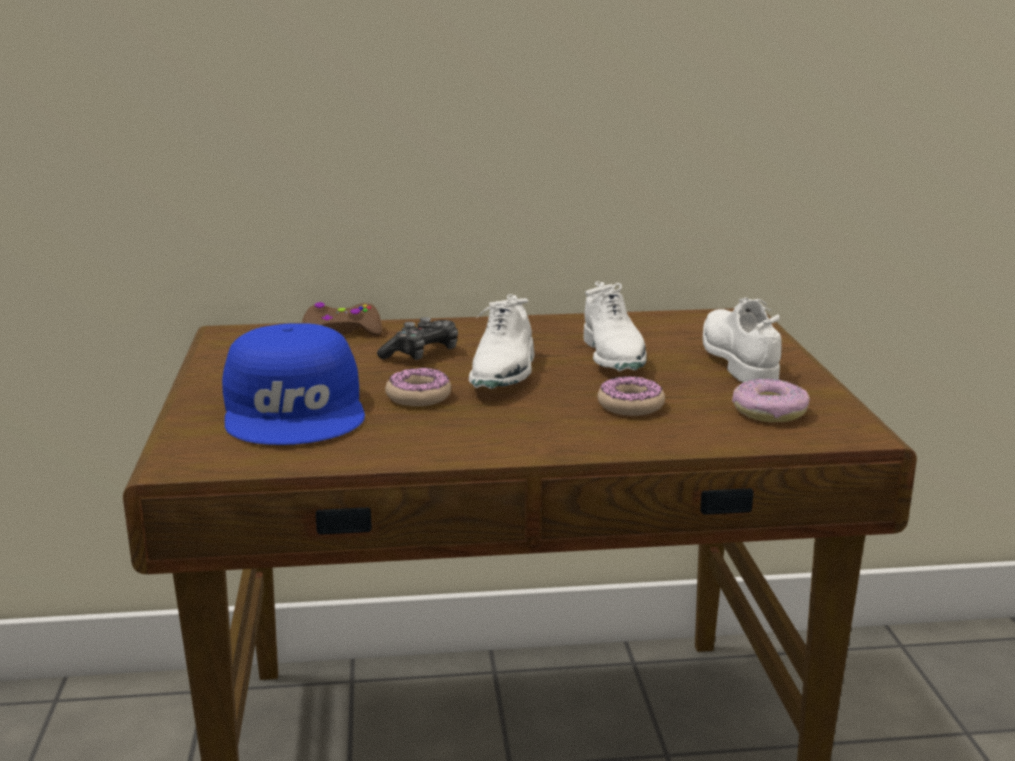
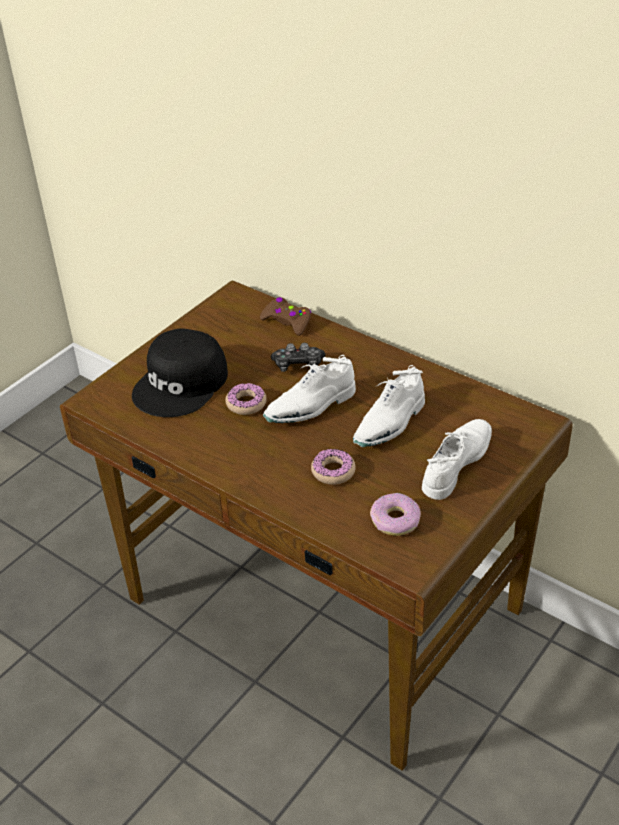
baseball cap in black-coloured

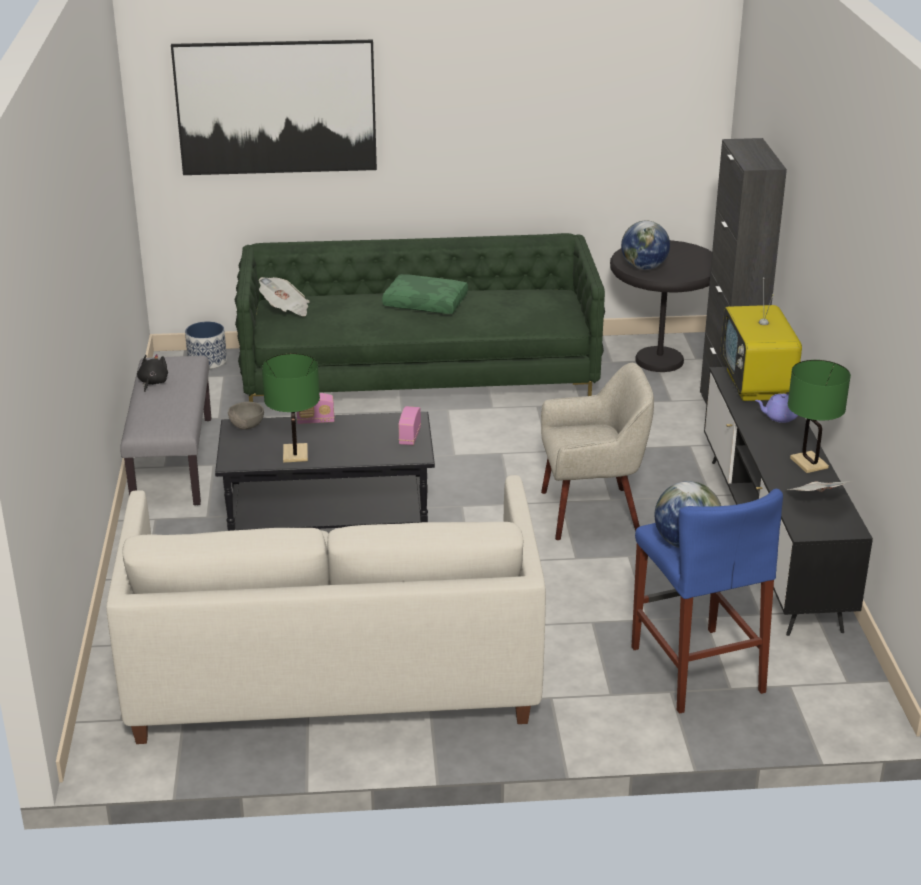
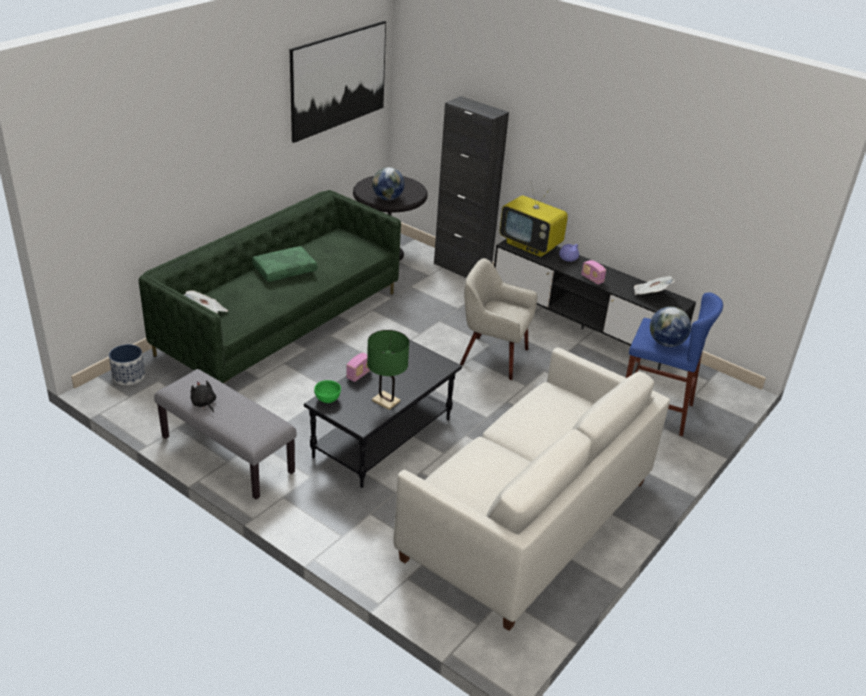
tabletop lamp in greenish (no. 2 from left in the first image); wall art; radio (no. 2 from left); serving bowl in greenish; lounge chair in beige-coloured

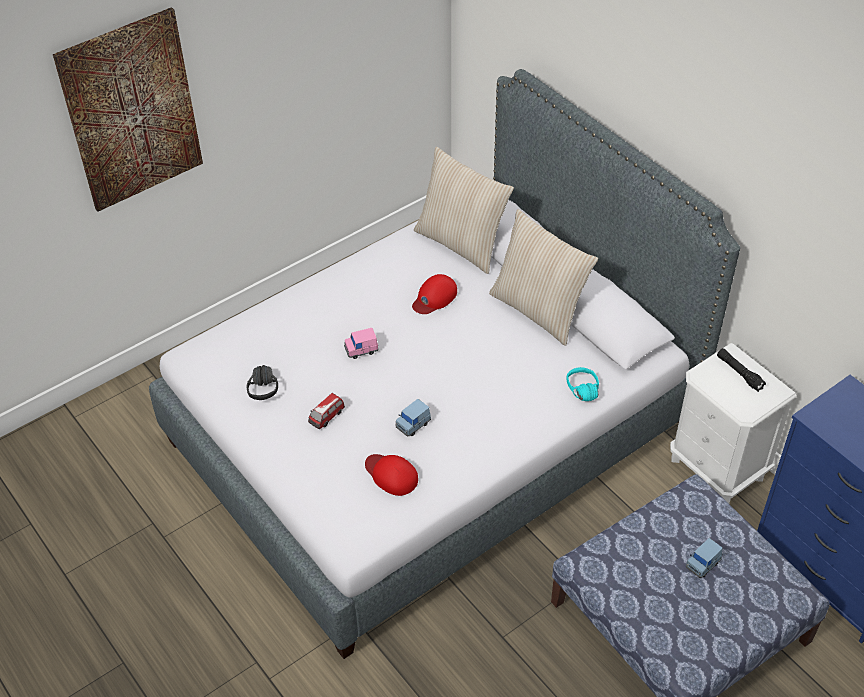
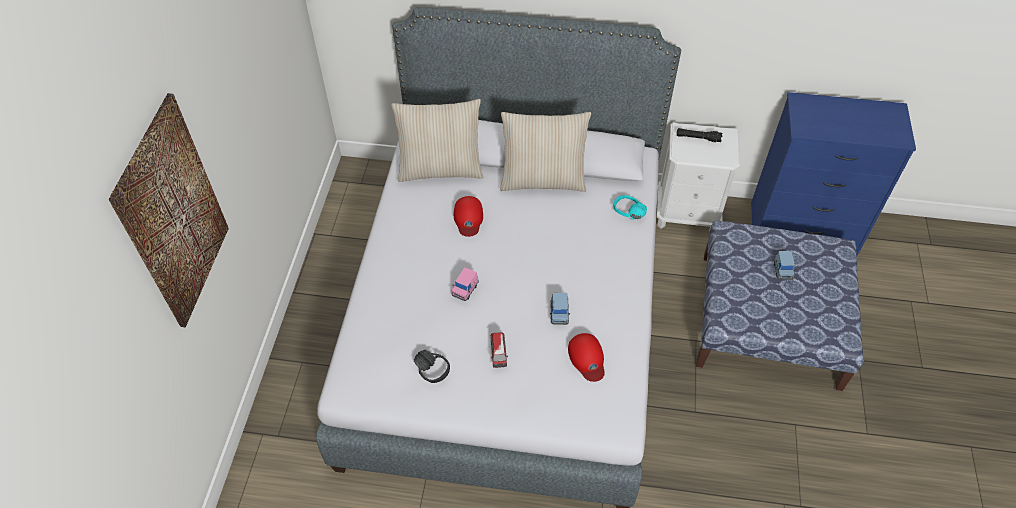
baseball cap in reddish (no. 2 from left)

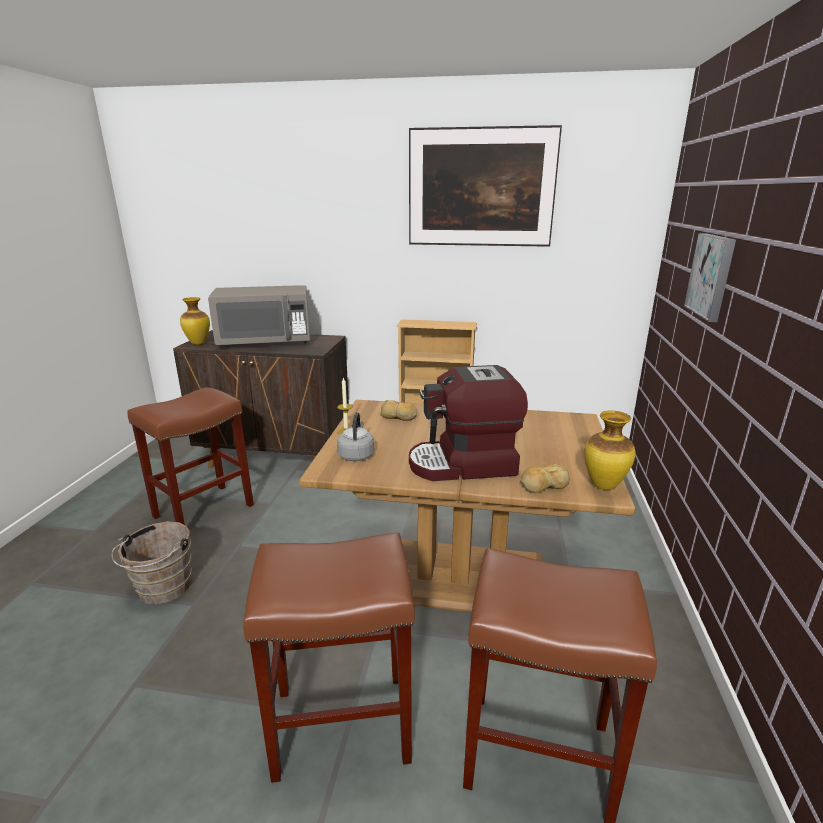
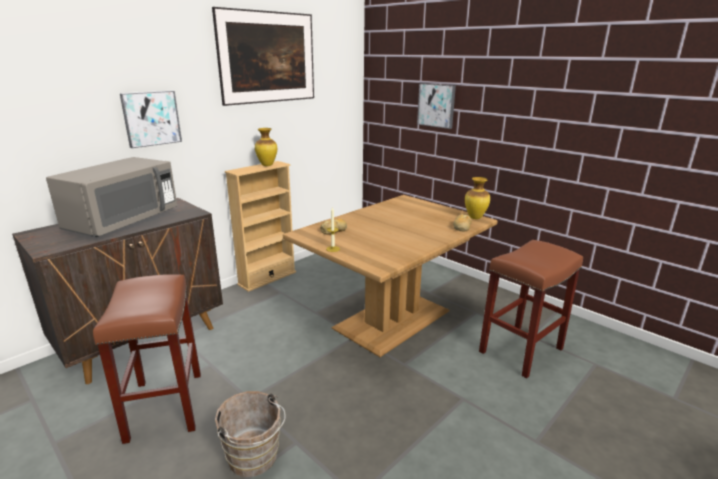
sitting stool in brownish (no. 2 from left in the first image); tea kettle in gray; coffee machine; wall art (no. 1 from left); vase (no. 1 from left)

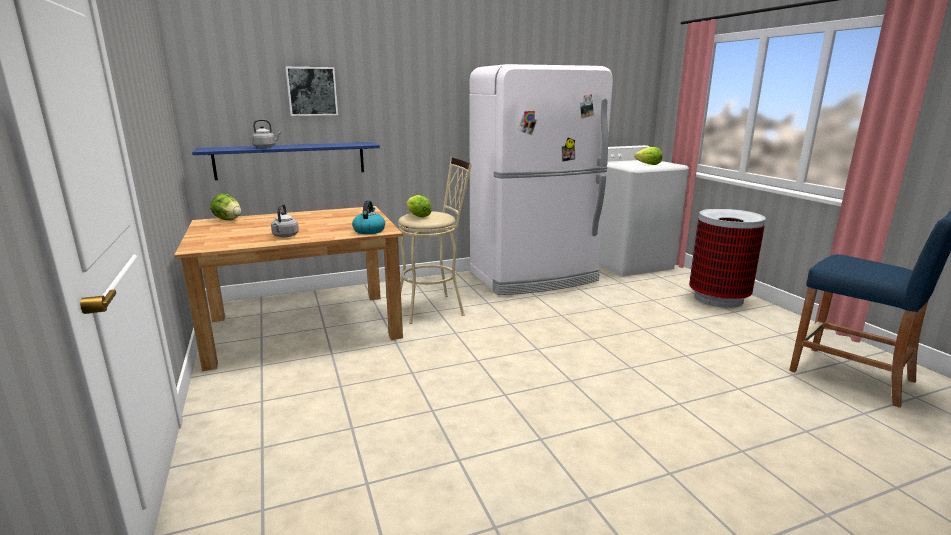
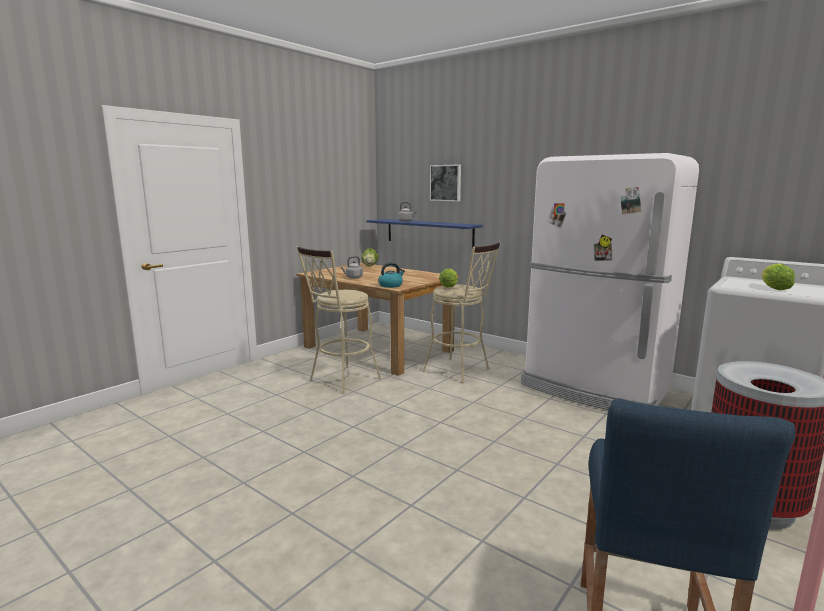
sitting stool in beige-coloured (no. 1 from left)

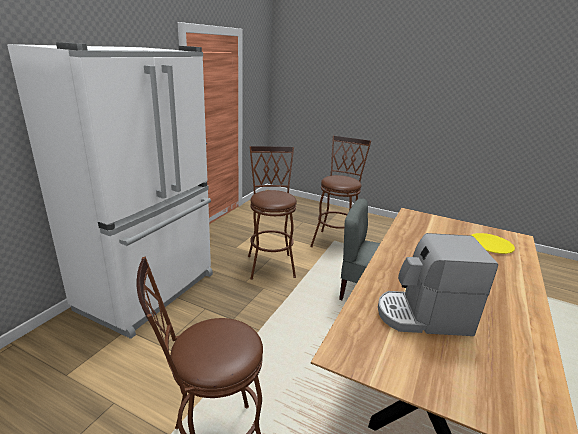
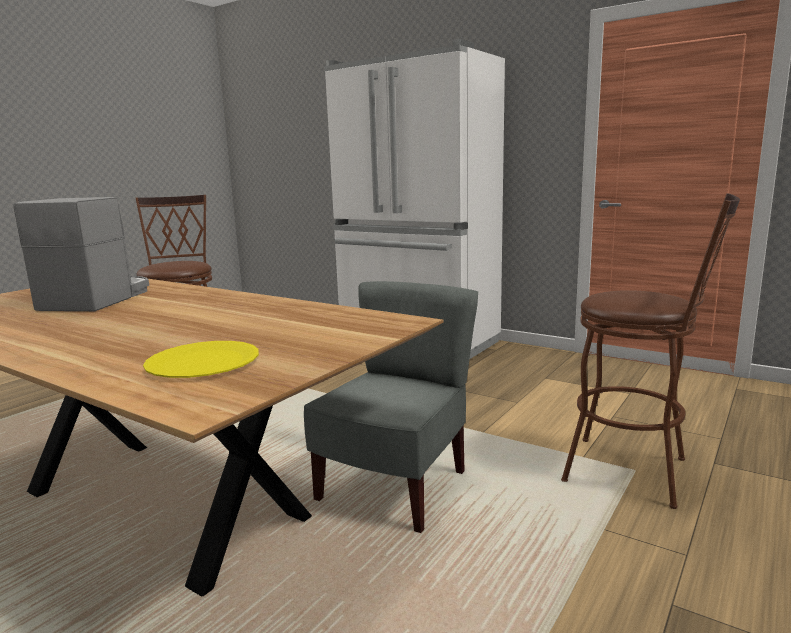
sitting stool in brownish (no. 2 from left in the first image)

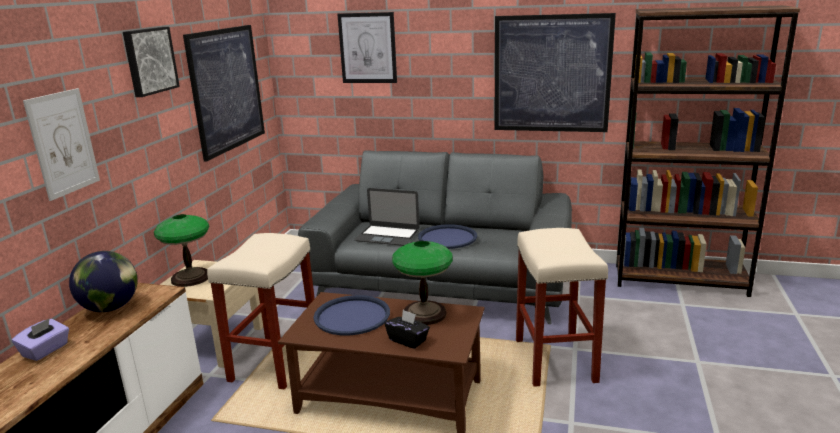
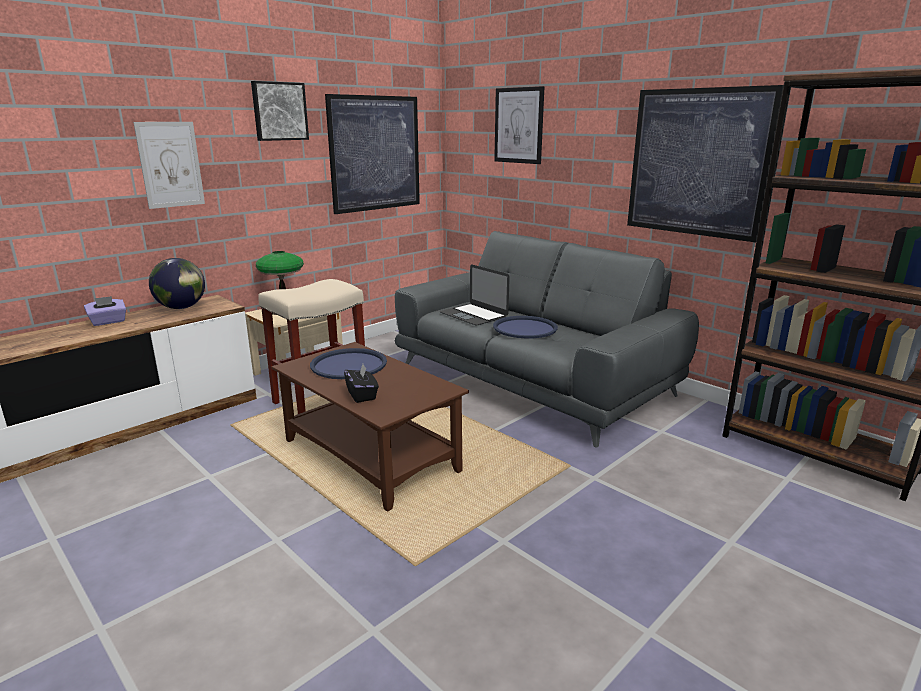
tabletop lamp (no. 2 from left in the first image); sitting stool in beige-coloured (no. 2 from left in the first image)

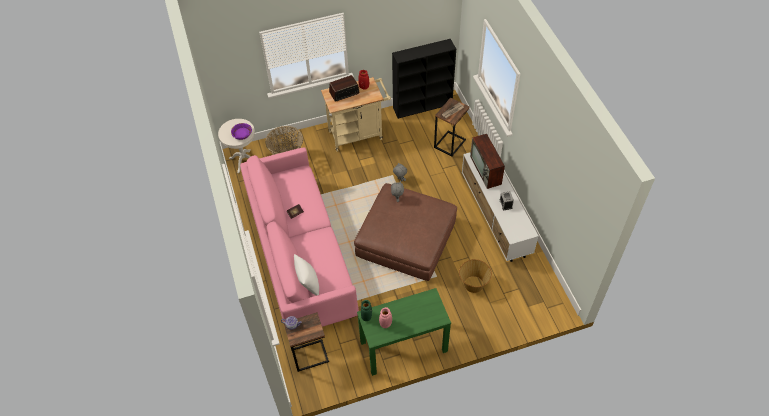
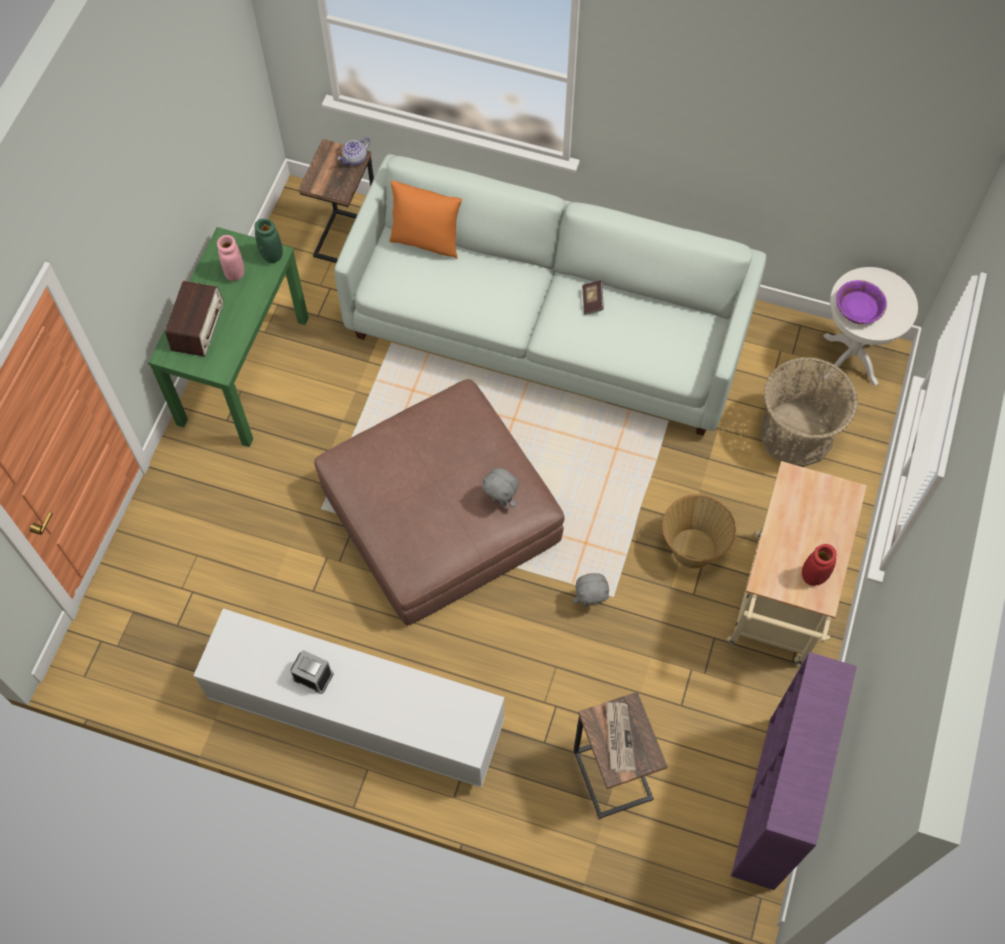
TV; radio; storage basket (no. 1 from left); sofa in whitish; cushion in orangey; bookshelf in purplish

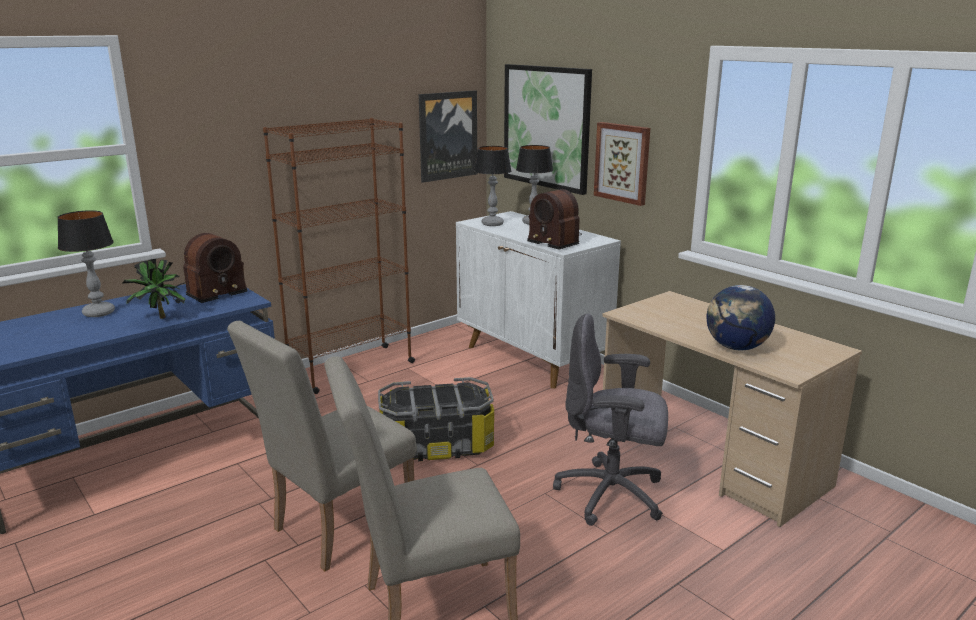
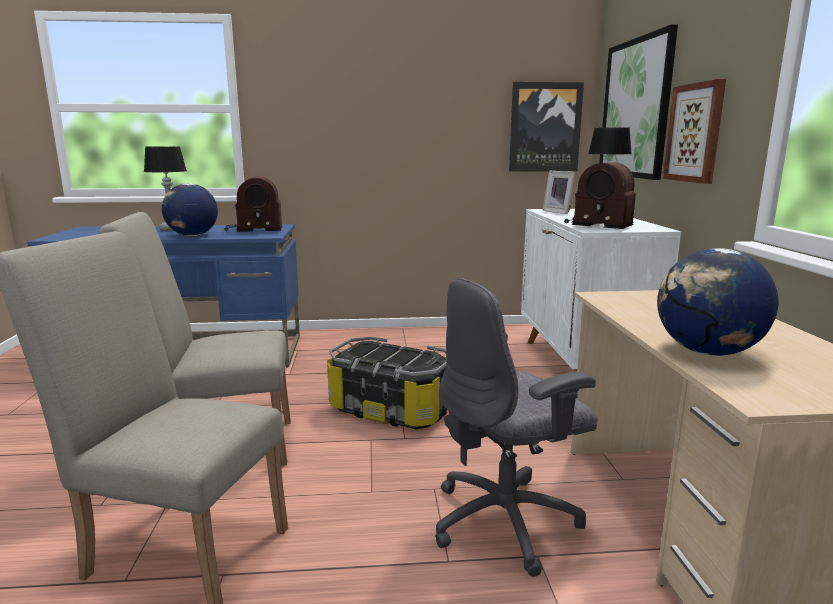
bookshelf in brownish; desk globe (no. 1 from left); standing frame; radio (no. 2 from left); computer chair in gray

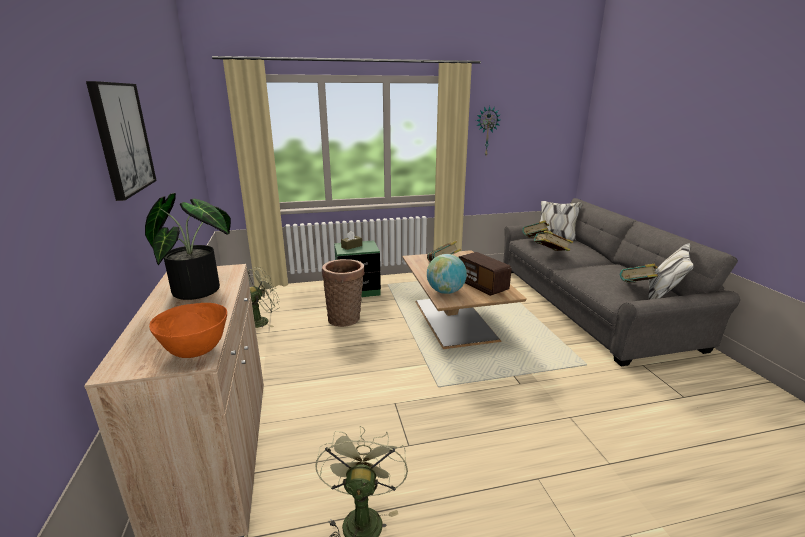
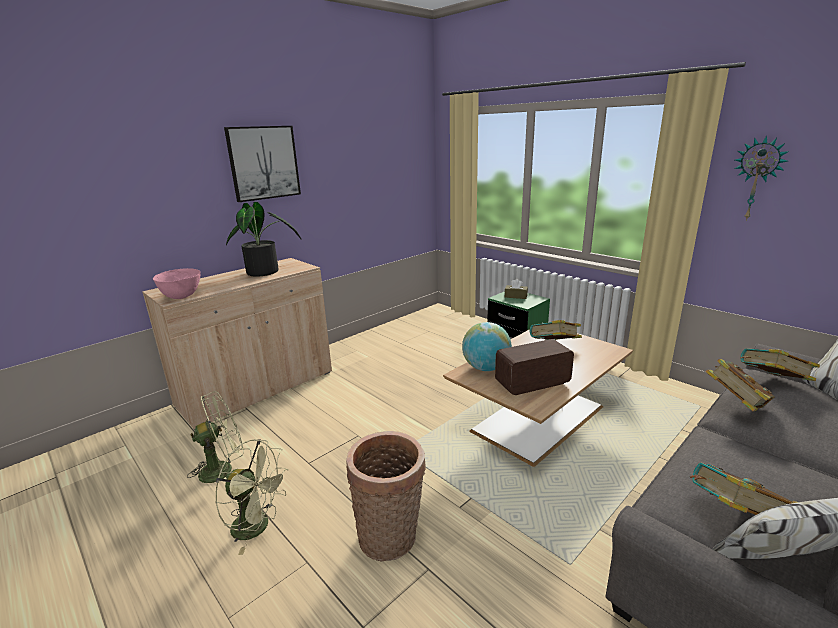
fan in greenish (no. 2 from left); storage basket; serving bowl in pink; radio

